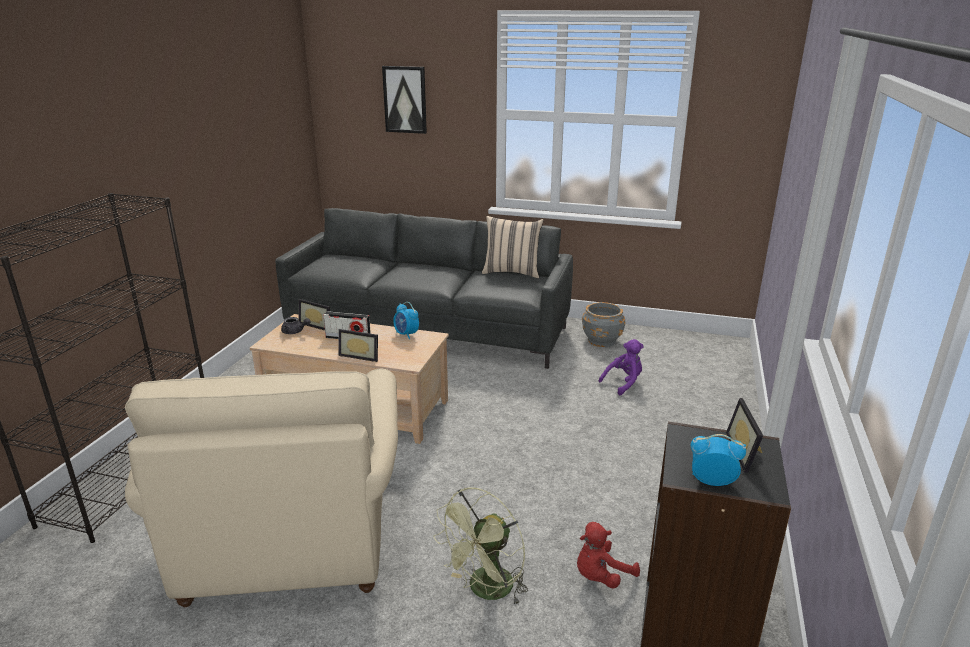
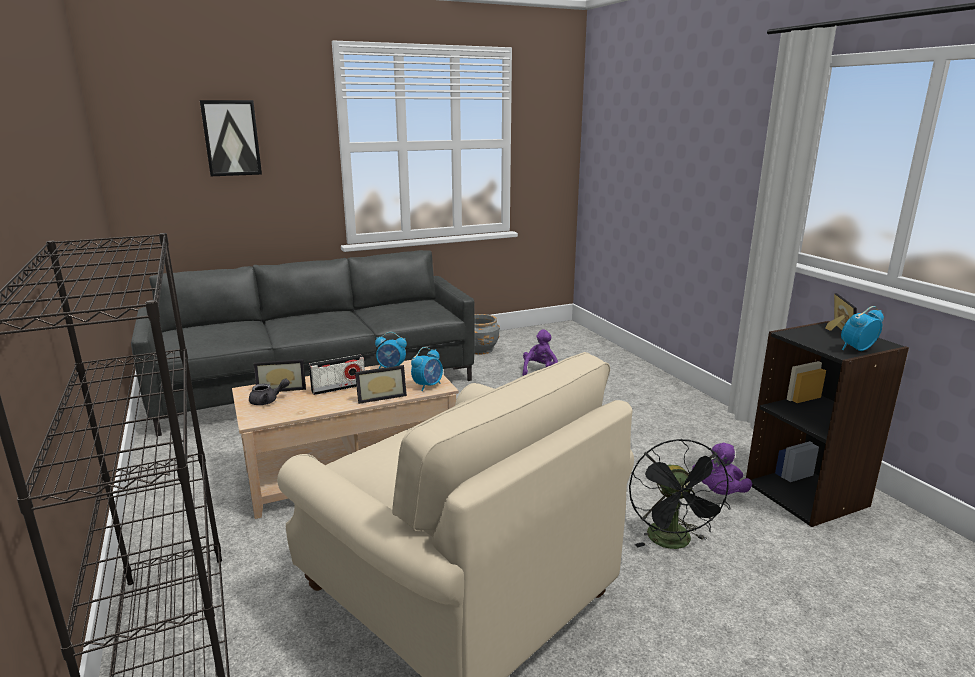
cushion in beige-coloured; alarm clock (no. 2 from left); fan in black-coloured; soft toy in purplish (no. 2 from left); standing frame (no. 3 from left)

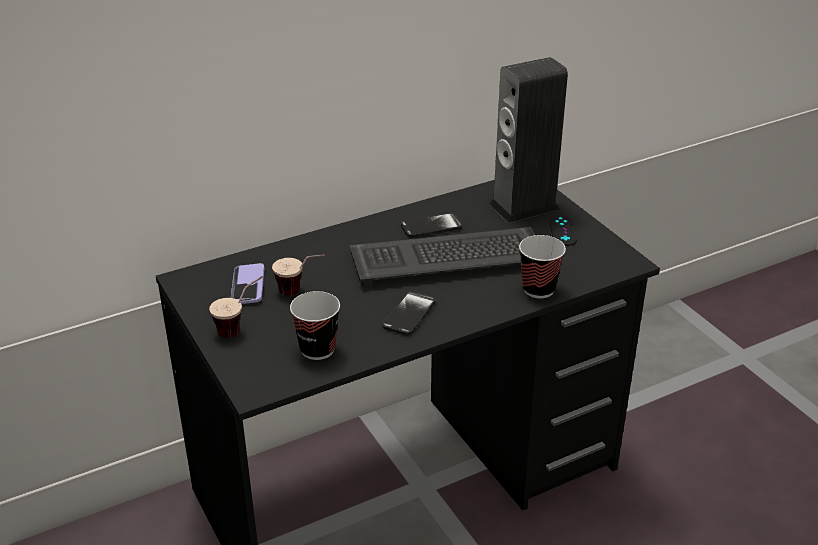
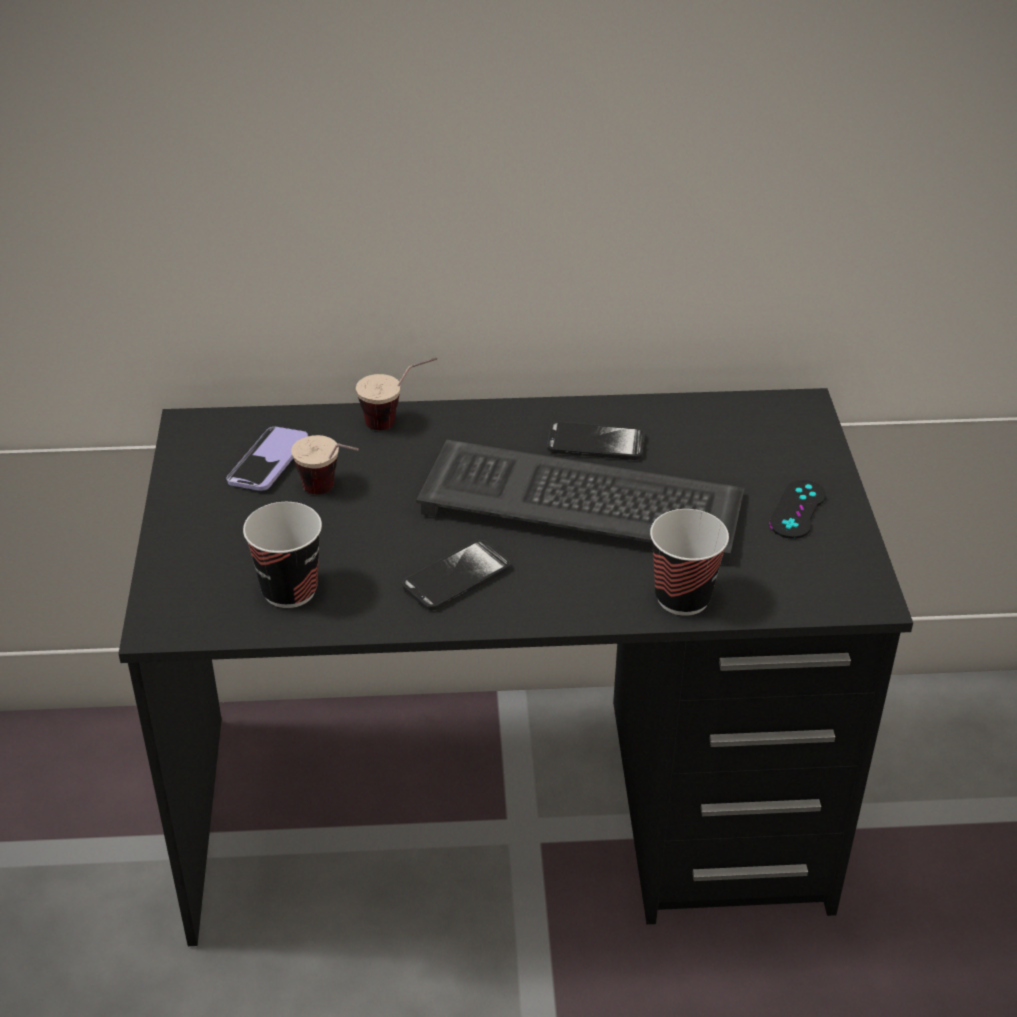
loudspeaker; cup (no. 3 from left)

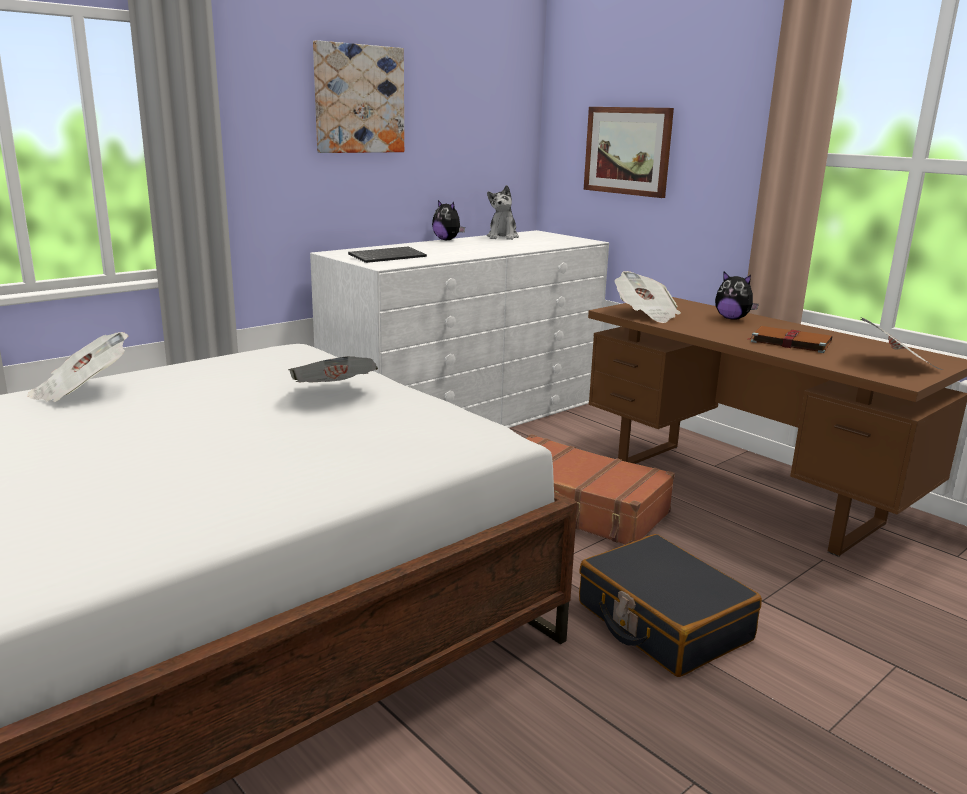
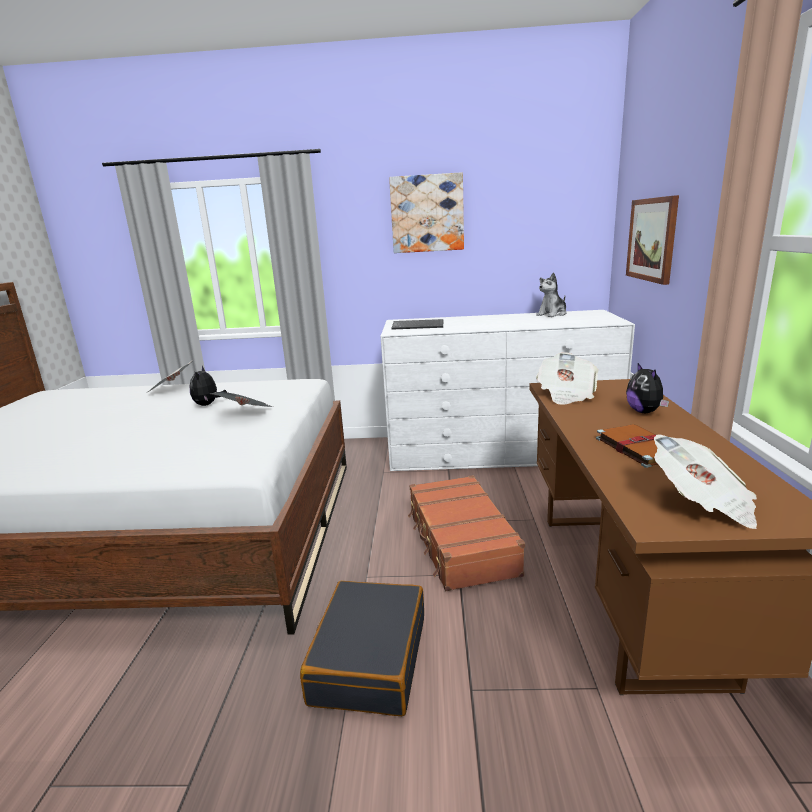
soft toy (no. 1 from left)

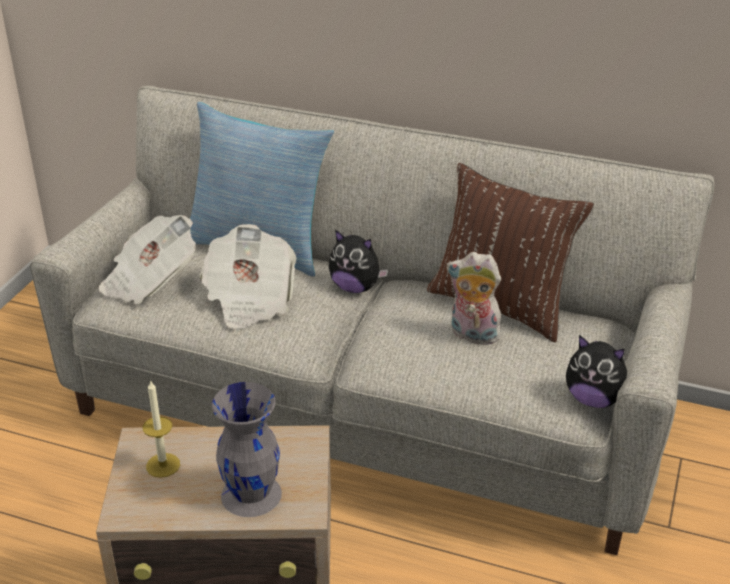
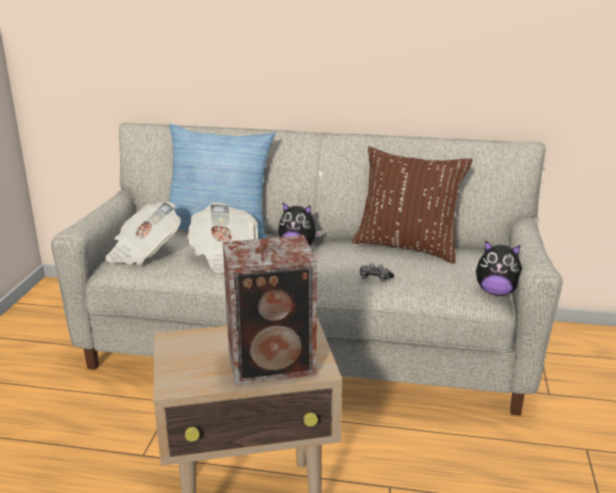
candle; soft toy (no. 2 from left in the first image); gamepad; loudspeaker

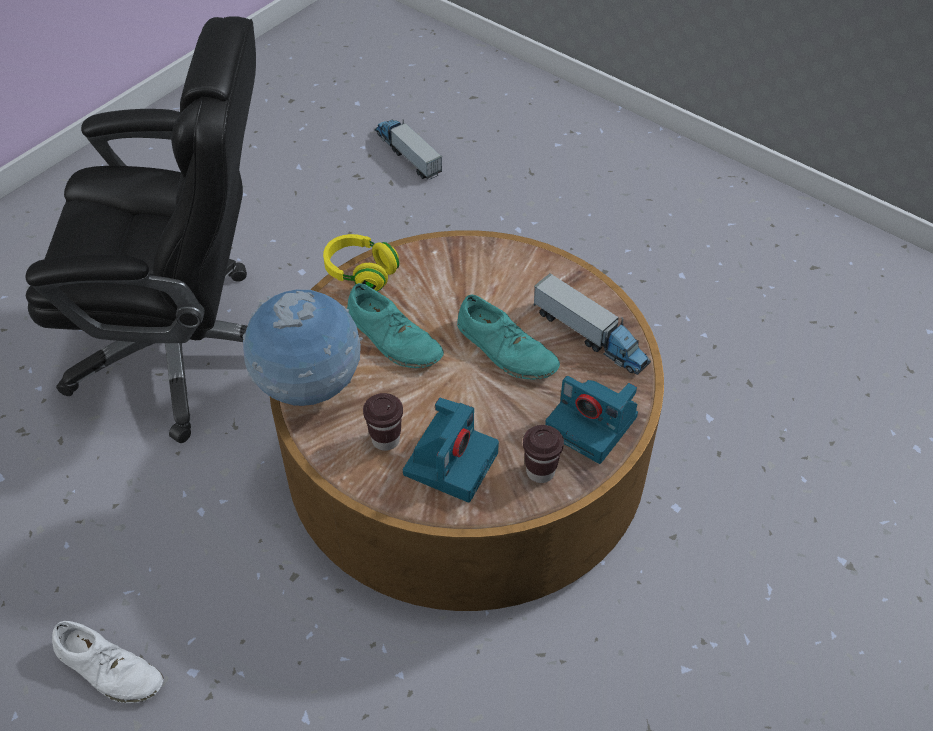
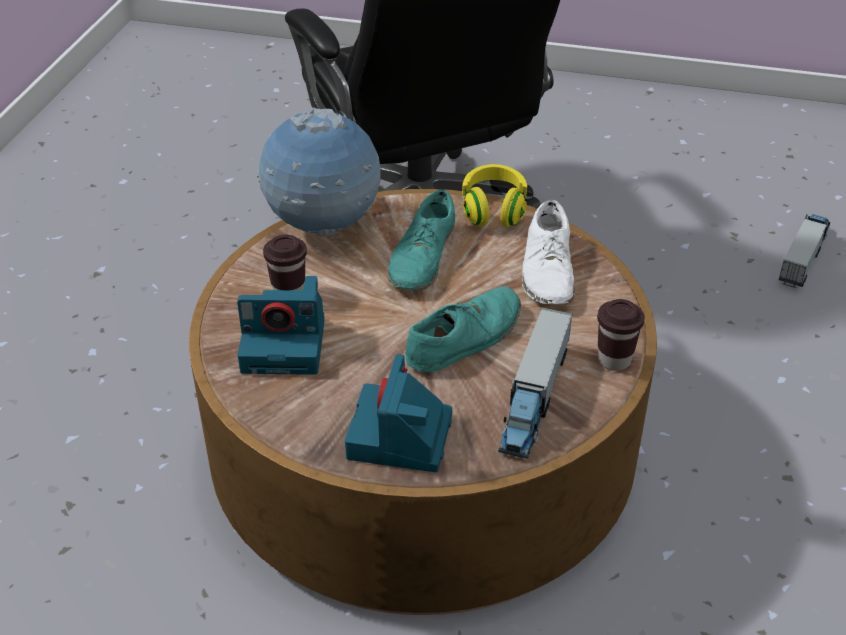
shoe in whitish; cup in brownish (no. 2 from left); shoe in turquoise (no. 2 from left)

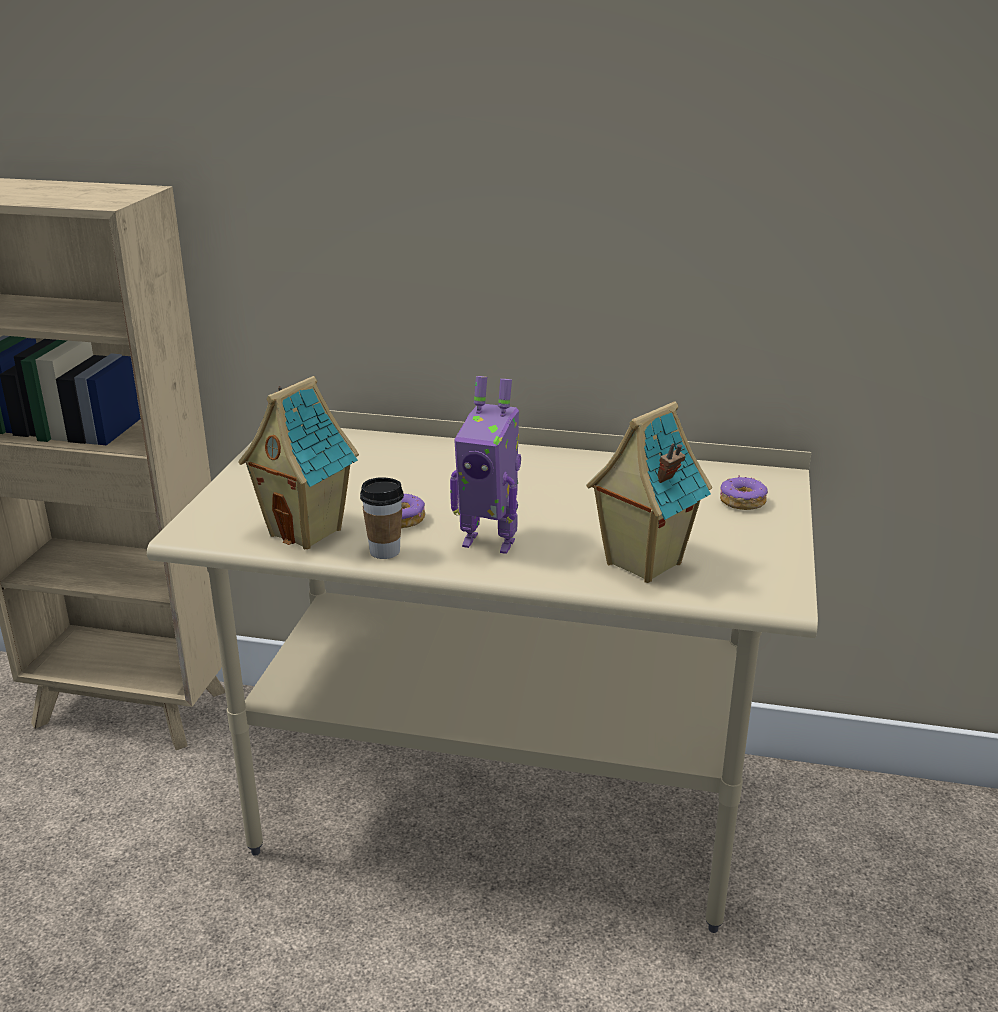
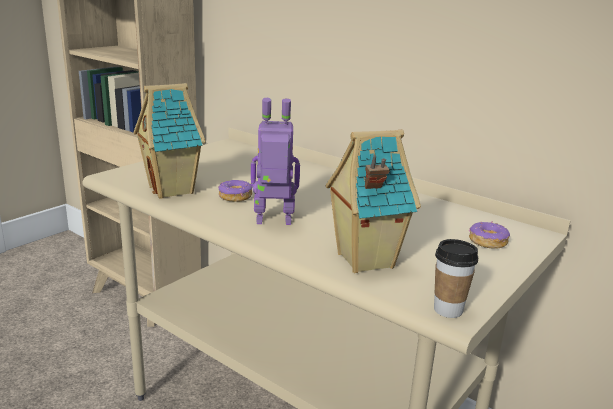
cup; model robot

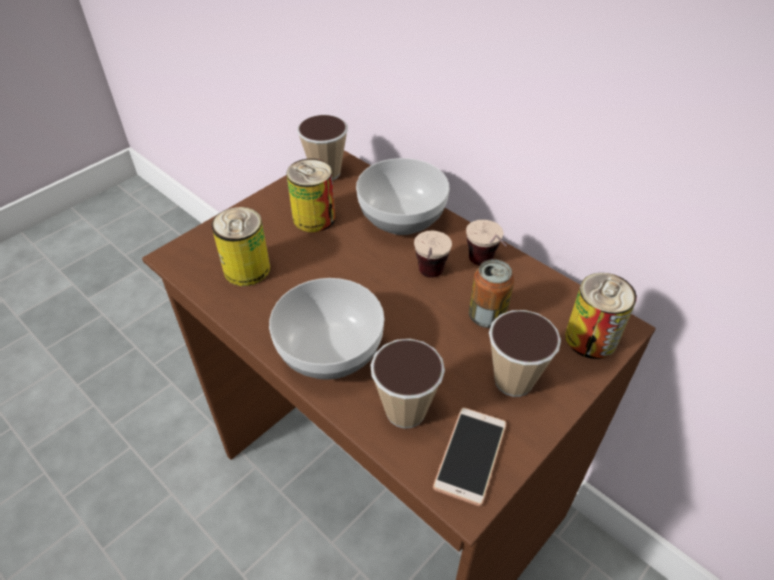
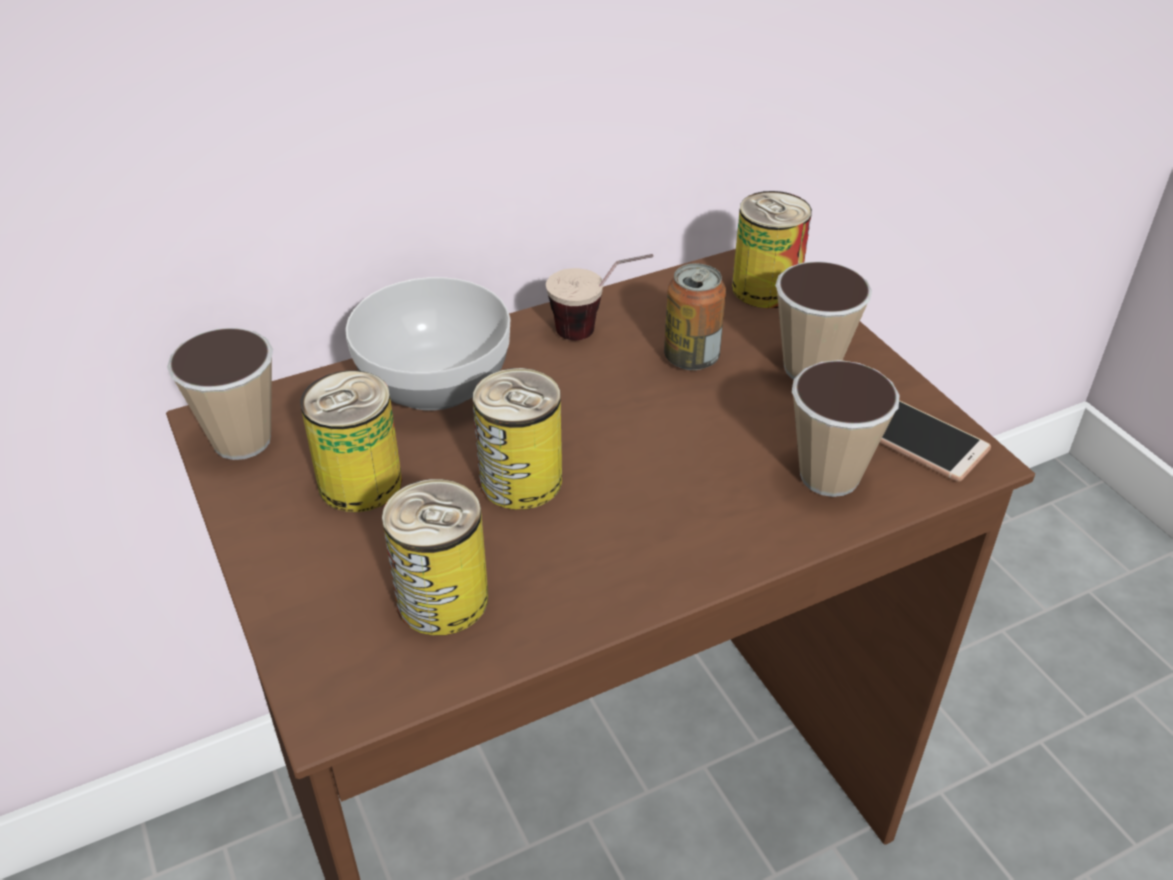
serving bowl (no. 1 from left in the first image); cup (no. 3 from left in the first image); metal can (no. 3 from left)

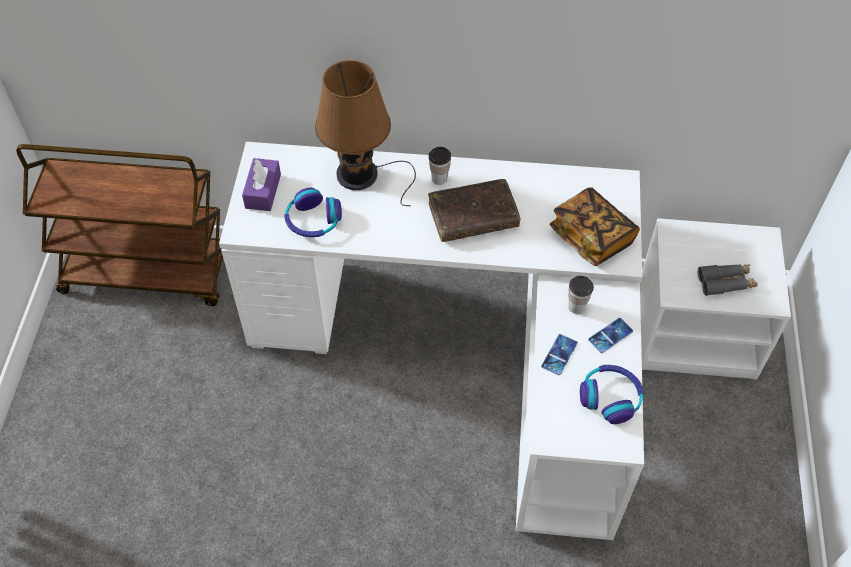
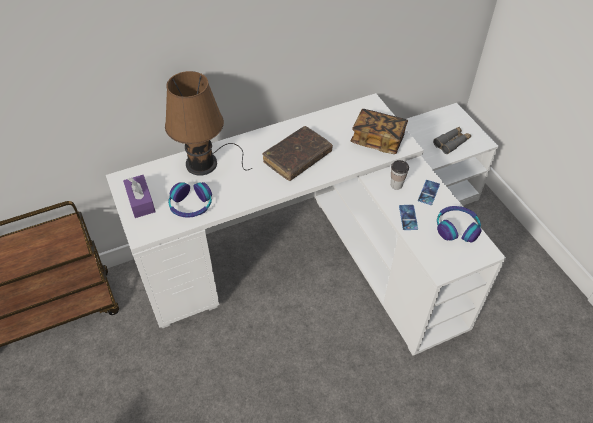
cup (no. 1 from left in the first image)

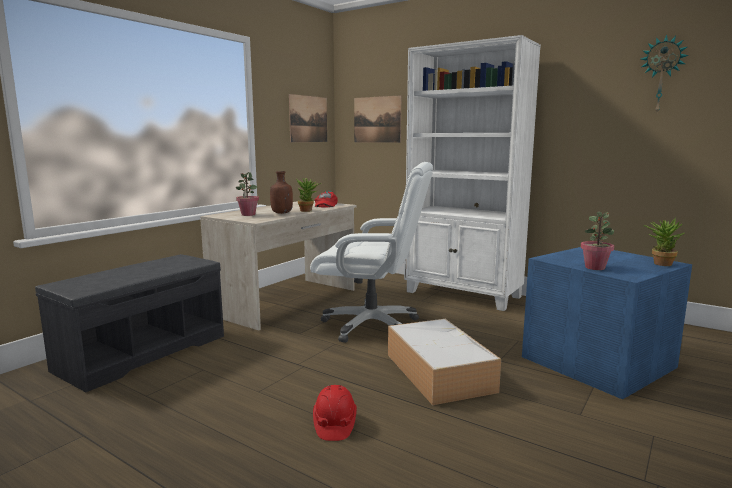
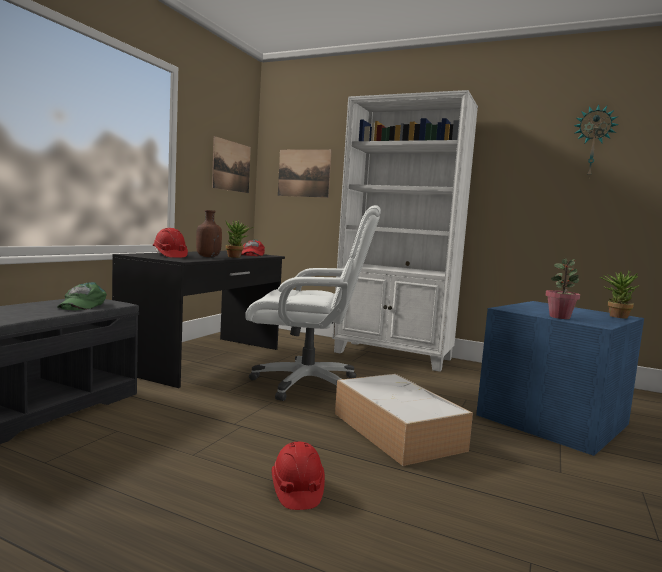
baseball cap in greenish; work helmet in reddish (no. 1 from left); desk table in black-coloured

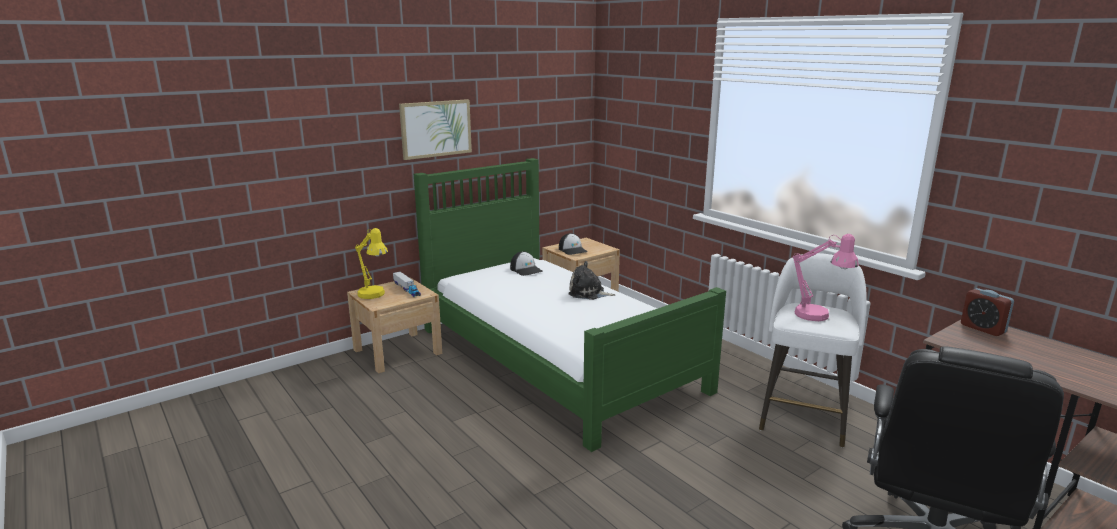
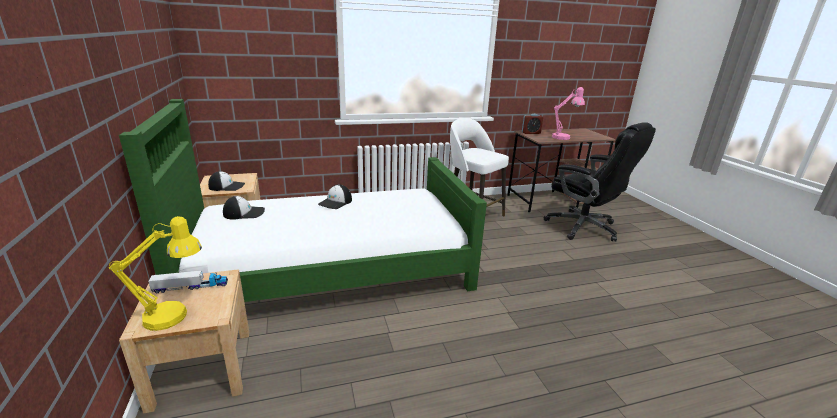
wall art; tabletop lamp in pink; baseball cap (no. 3 from left)

